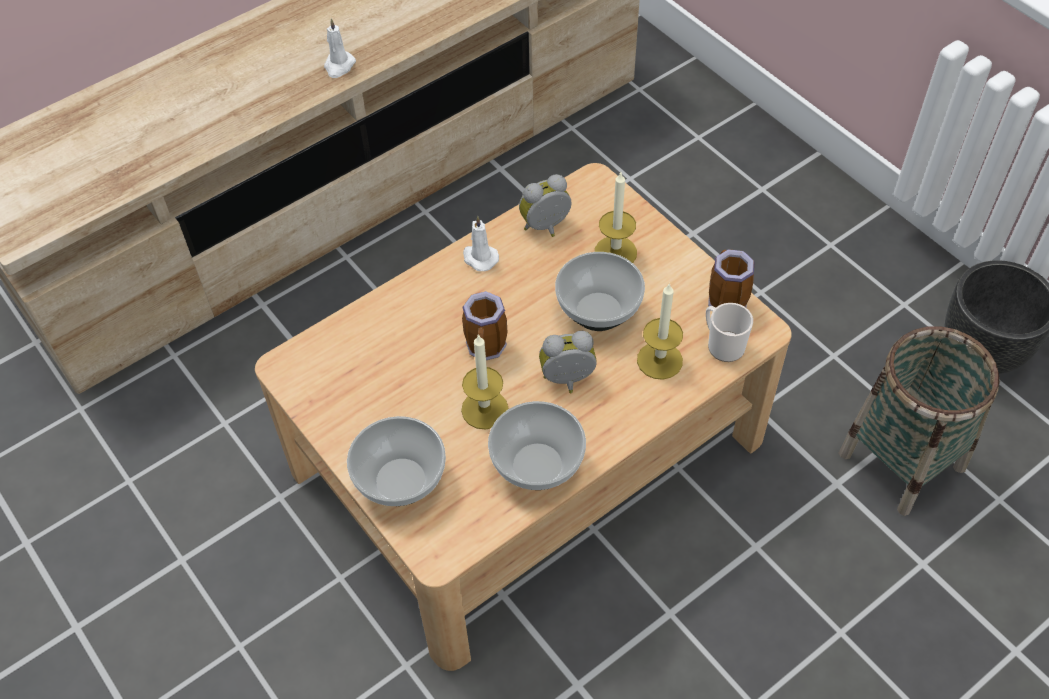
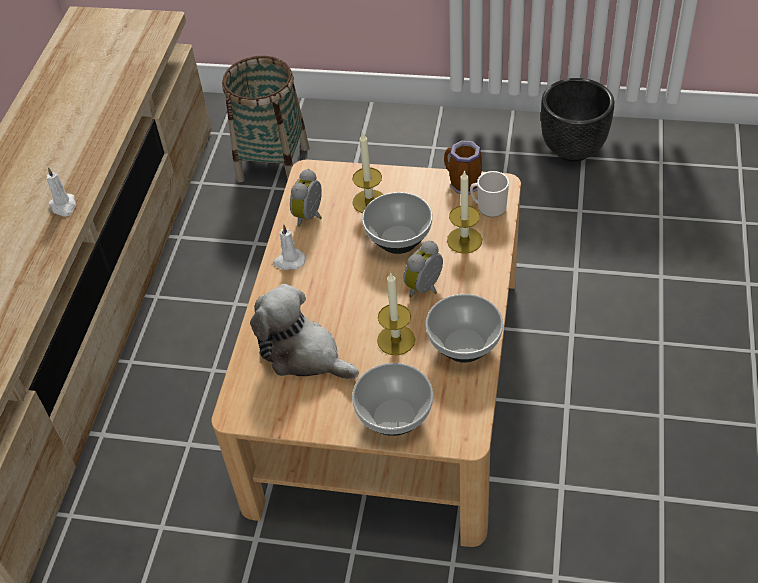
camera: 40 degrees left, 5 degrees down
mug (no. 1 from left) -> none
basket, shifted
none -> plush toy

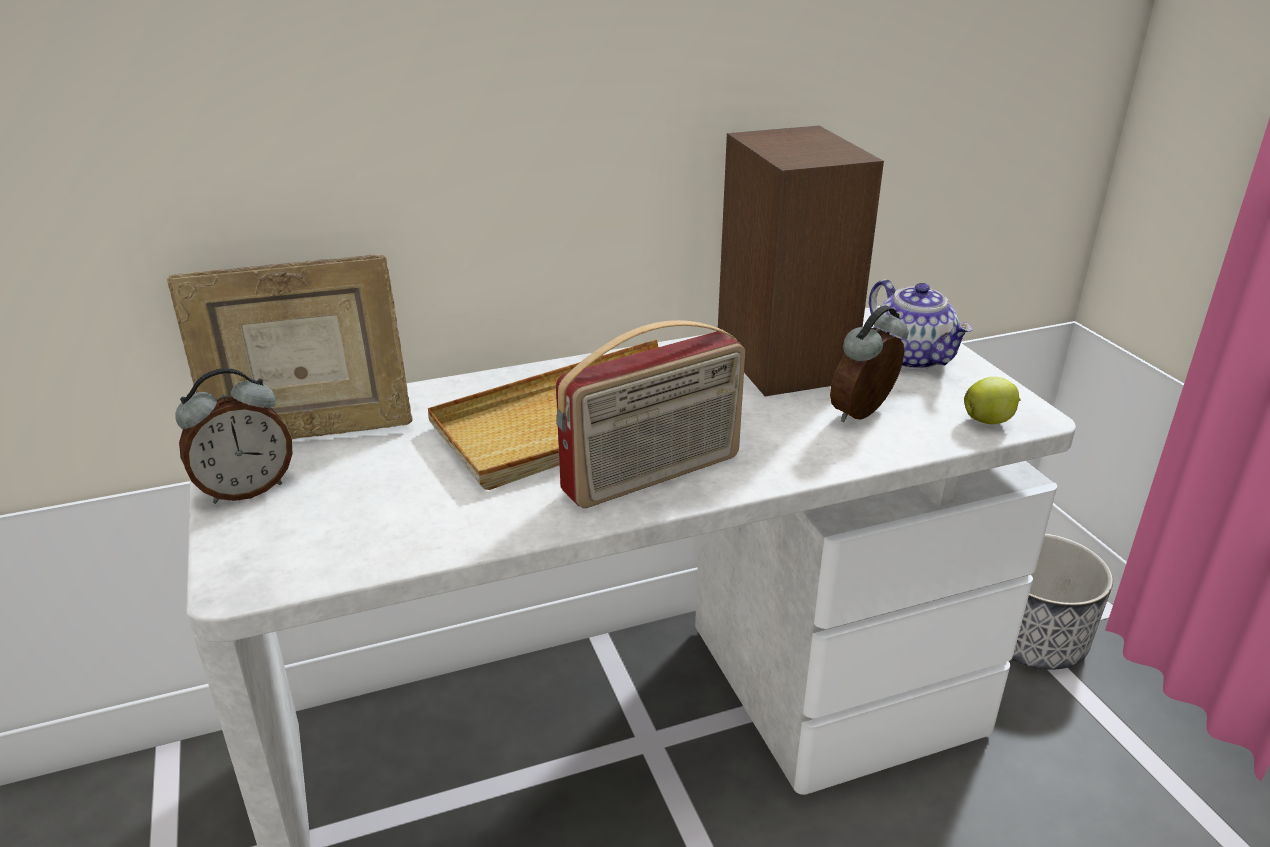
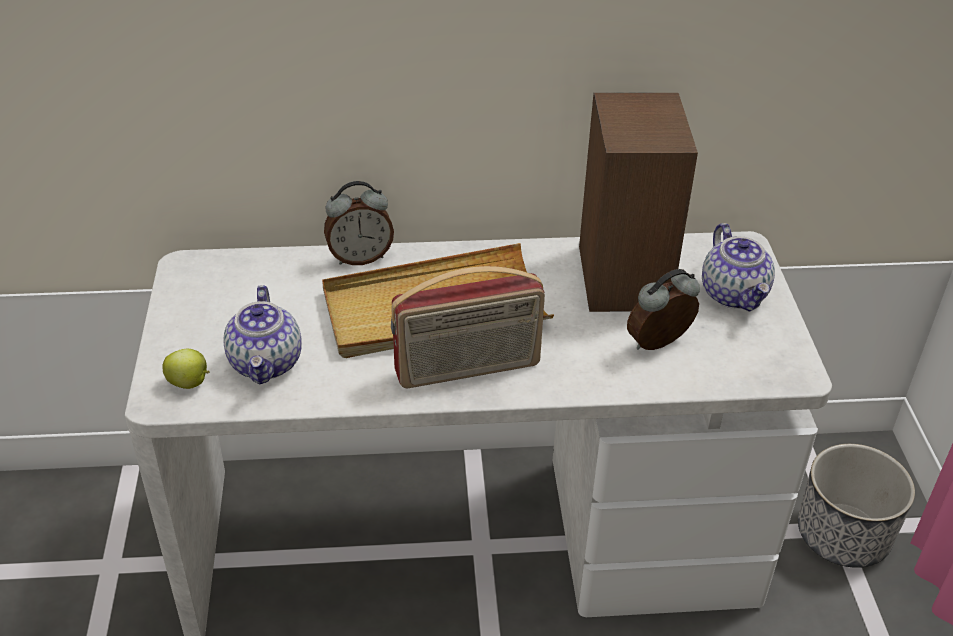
camera: 15 degrees right, 10 degrees up
picture frame -> none
alarm clock (no. 1 from left), shifted
apple, shifted
none -> teapot (no. 1 from left)

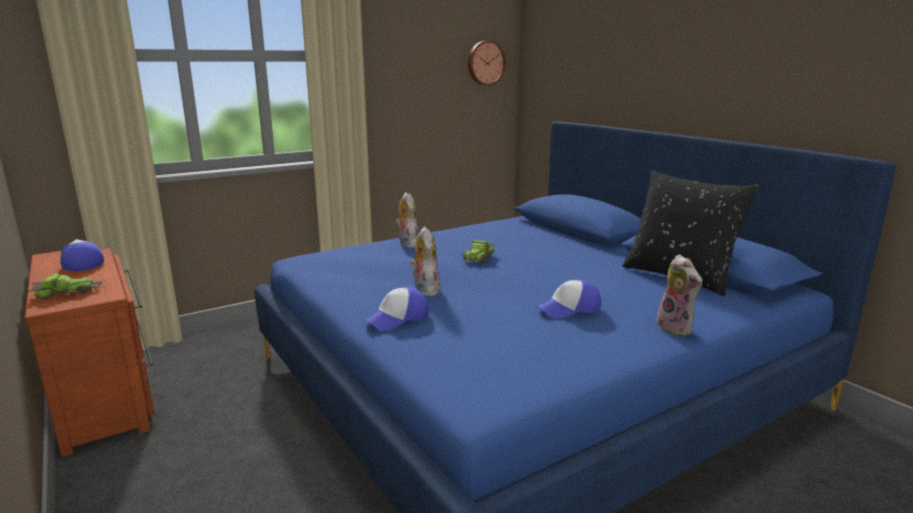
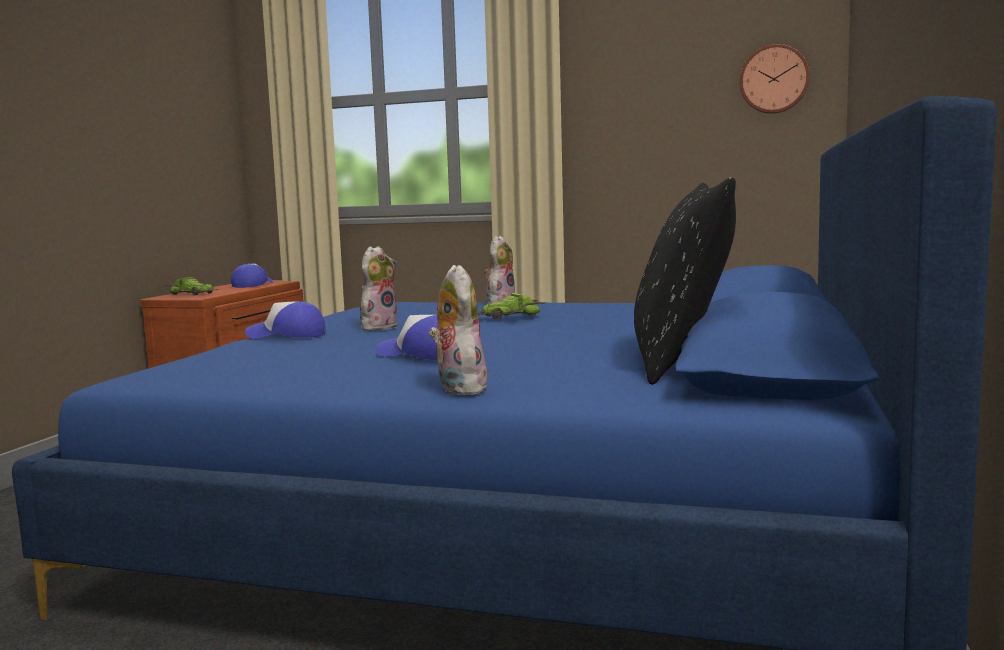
camera: 50 degrees right, 10 degrees down
plush toy (no. 3 from left in the first image) -> plush toy (no. 2 from left), 135 degrees clockwise

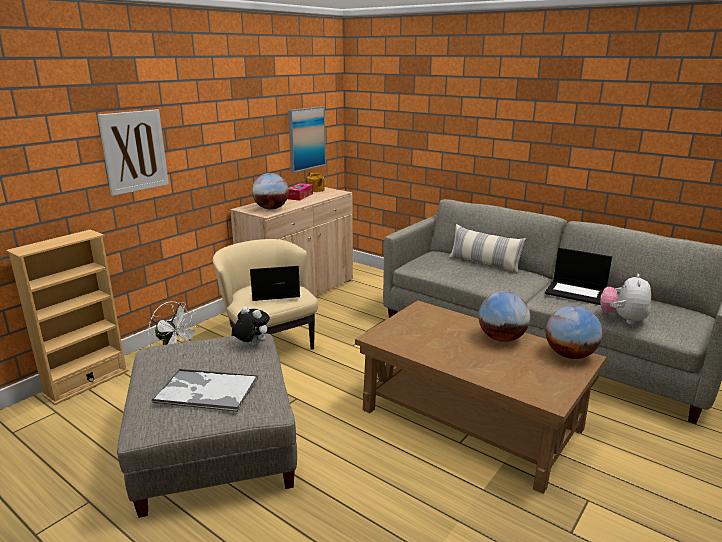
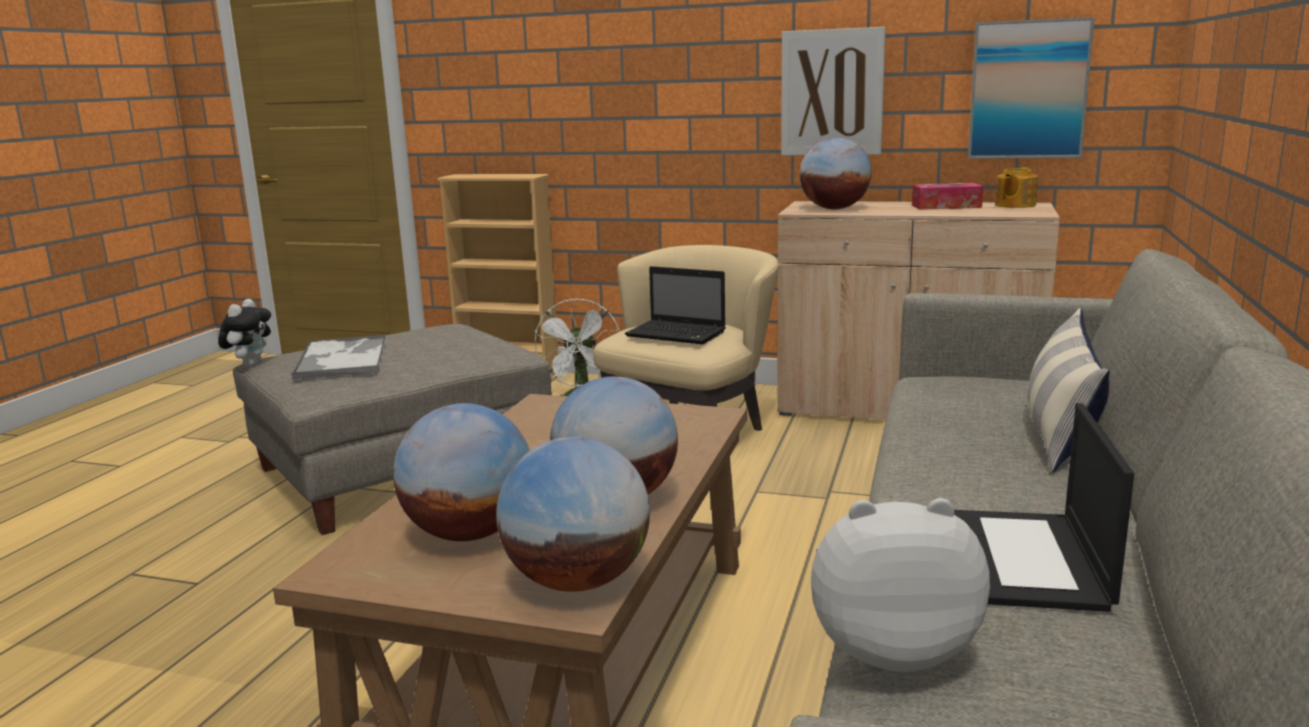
camera: 70 degrees right, 5 degrees down
picture (no. 1 from left), shifted
laptop (no. 1 from left), 150 degrees clockwise
plush toy (no. 1 from left), shifted
none -> globe (no. 1 from left)

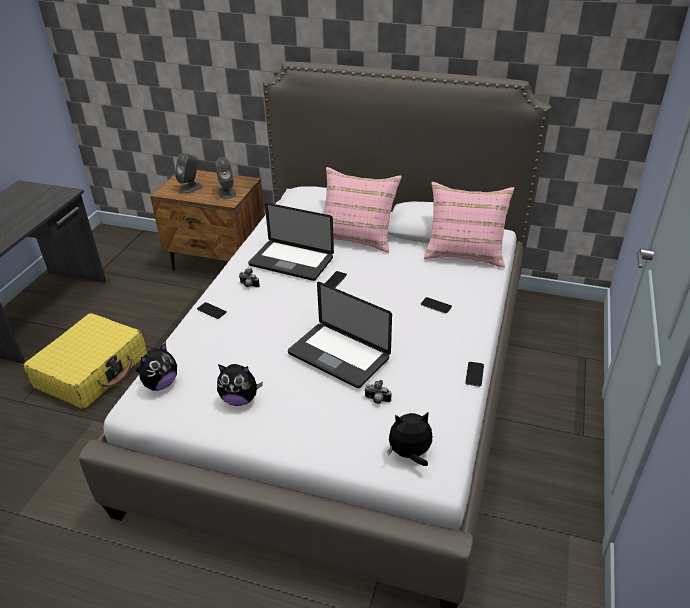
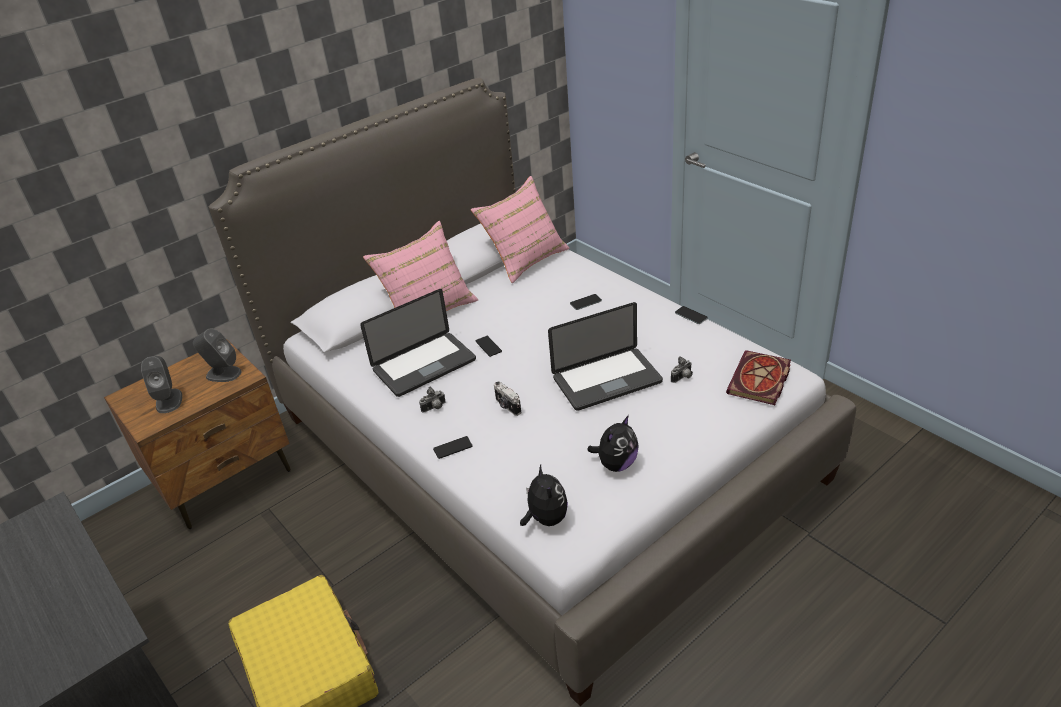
camera: 55 degrees left, 0 degrees up
plush toy (no. 3 from left) -> book
none -> photo camera (no. 2 from left)

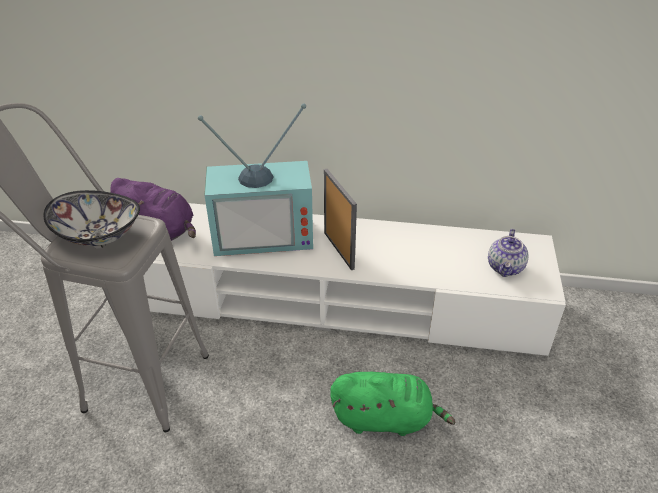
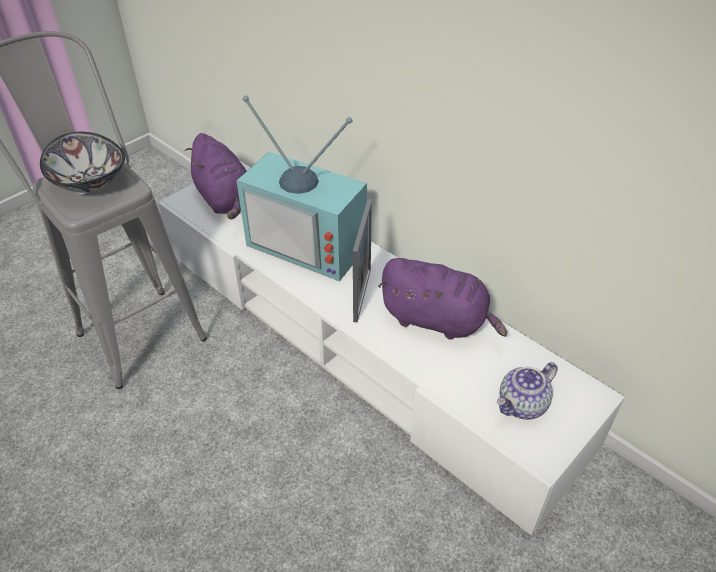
camera: 35 degrees right, 5 degrees up
plush toy (green) -> none
none -> plush toy (purple) (no. 2 from left)

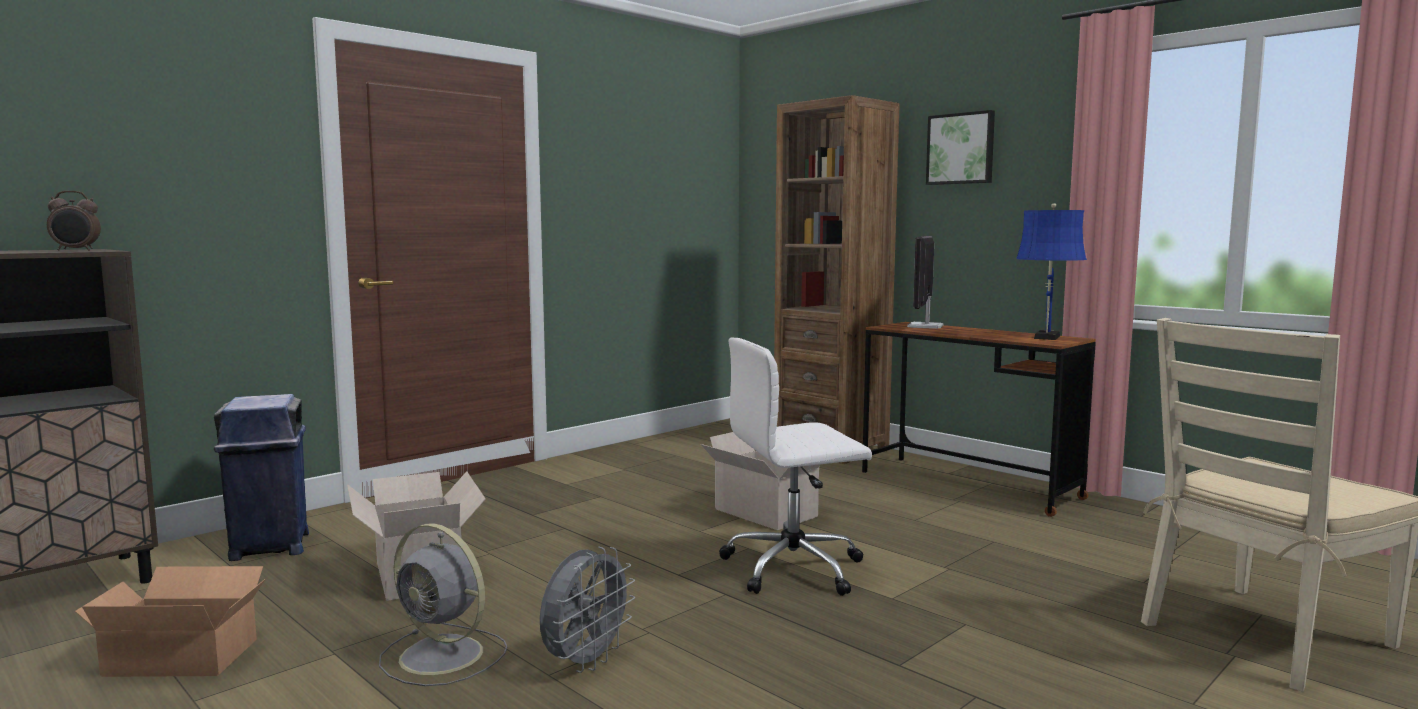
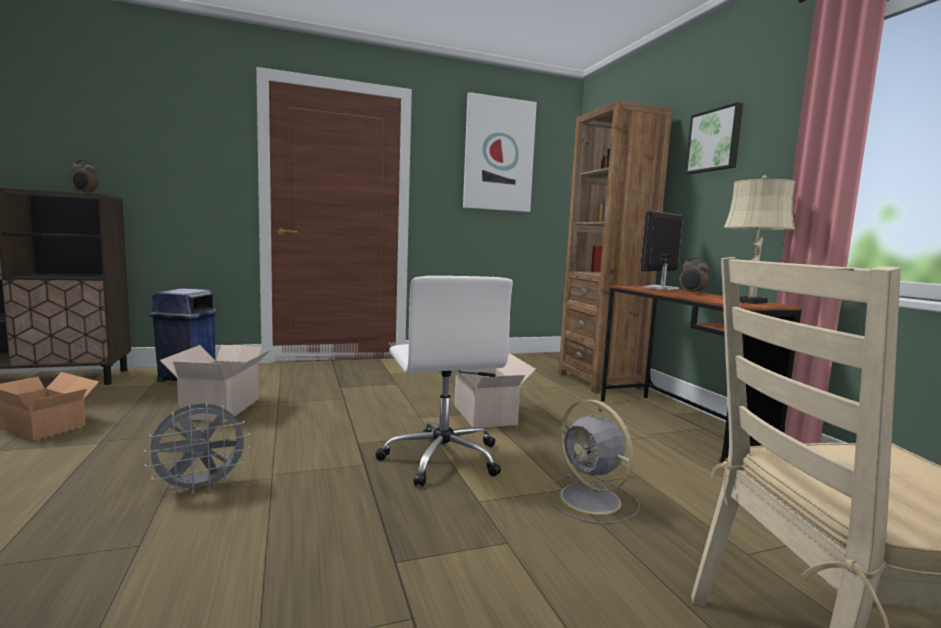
camera: 25 degrees right, 0 degrees up
table lamp (blue) -> table lamp (beige)
office chair (white), 120 degrees counterclockwise
fan (grey) (no. 1 from left in the first image) -> fan (grey) (no. 2 from left), shifted
none -> picture (no. 1 from left)
none -> alarm clock (no. 2 from left)

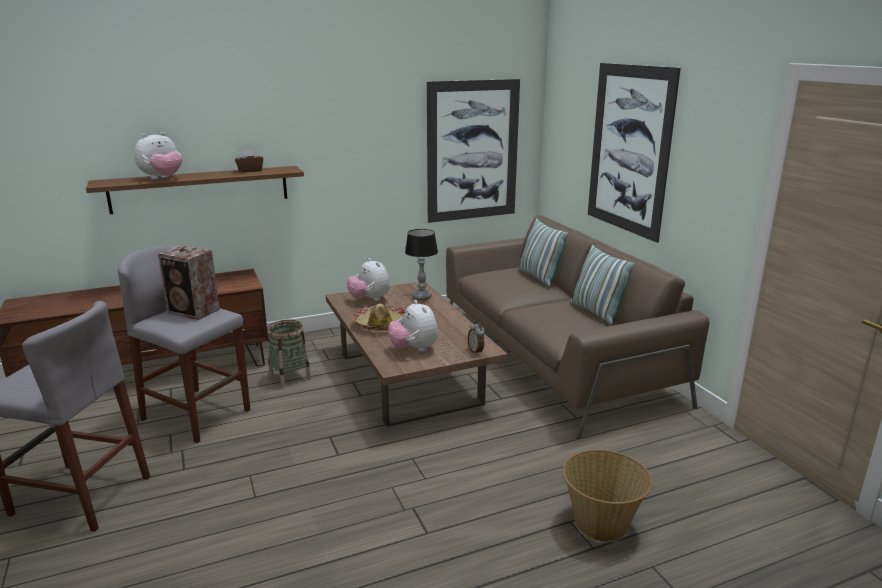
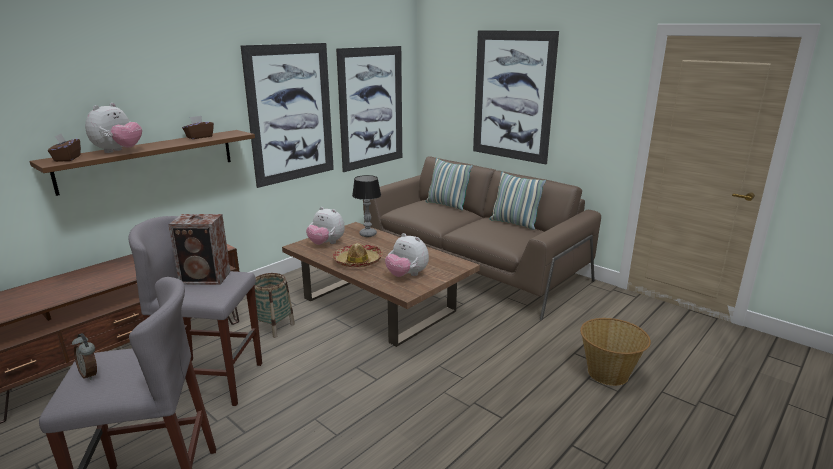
camera: 25 degrees left, 0 degrees up
alarm clock, shifted
none -> picture (no. 1 from left)
none -> tissue box (brown) (no. 1 from left)

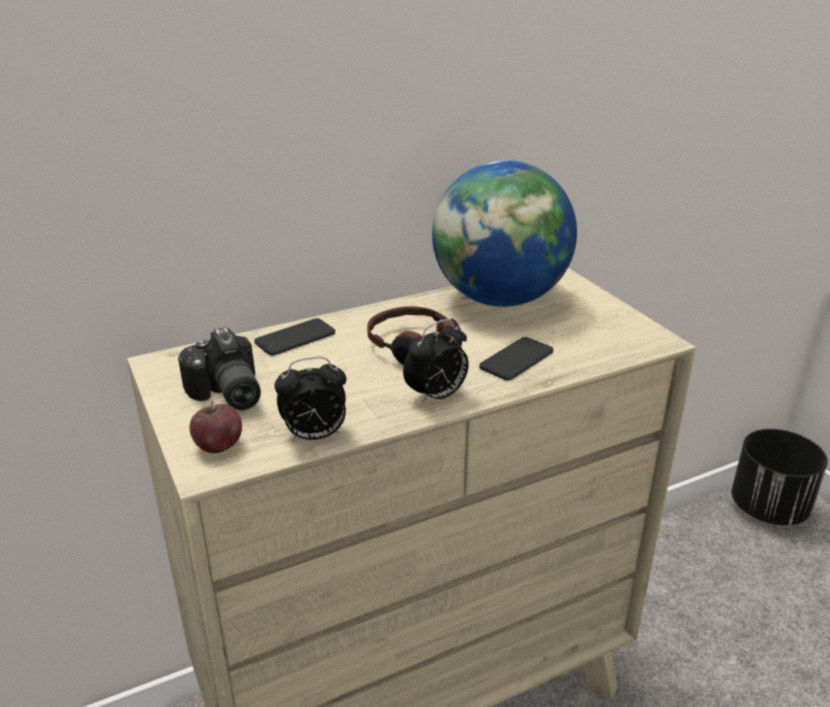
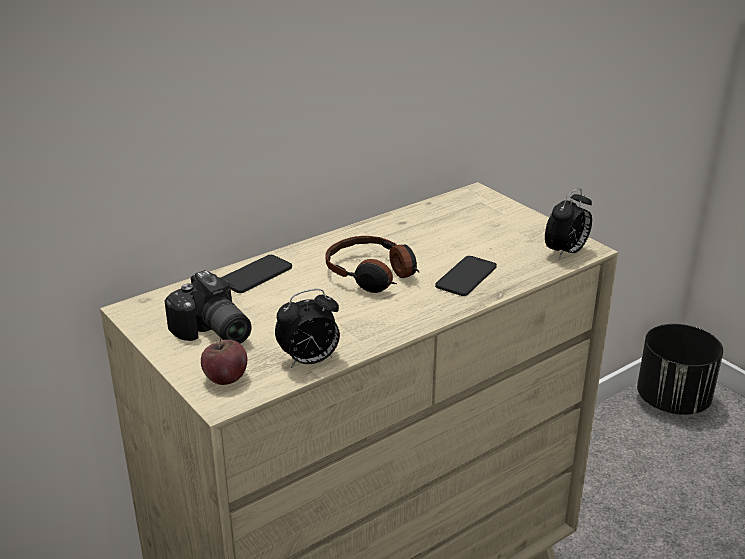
camera: 10 degrees left, 0 degrees up
globe -> none
alarm clock (no. 2 from left), shifted

